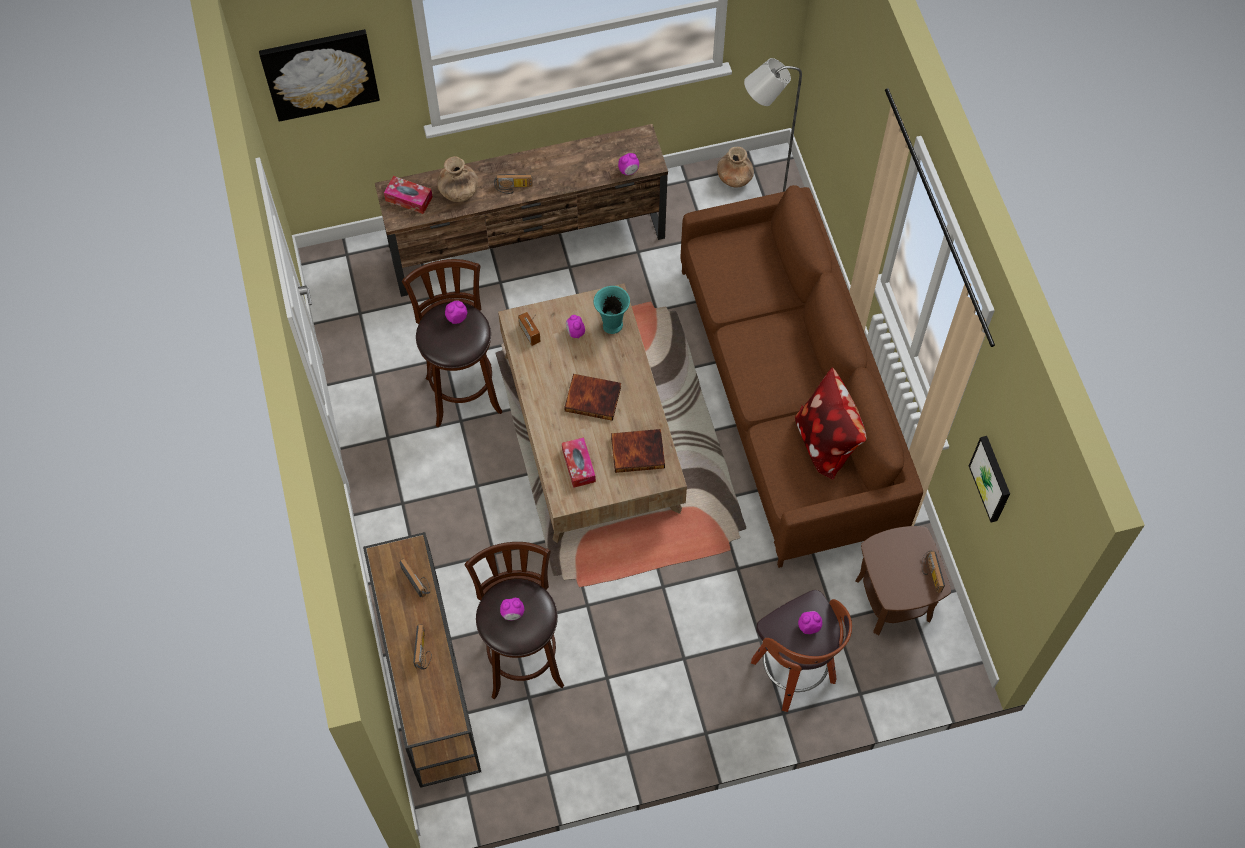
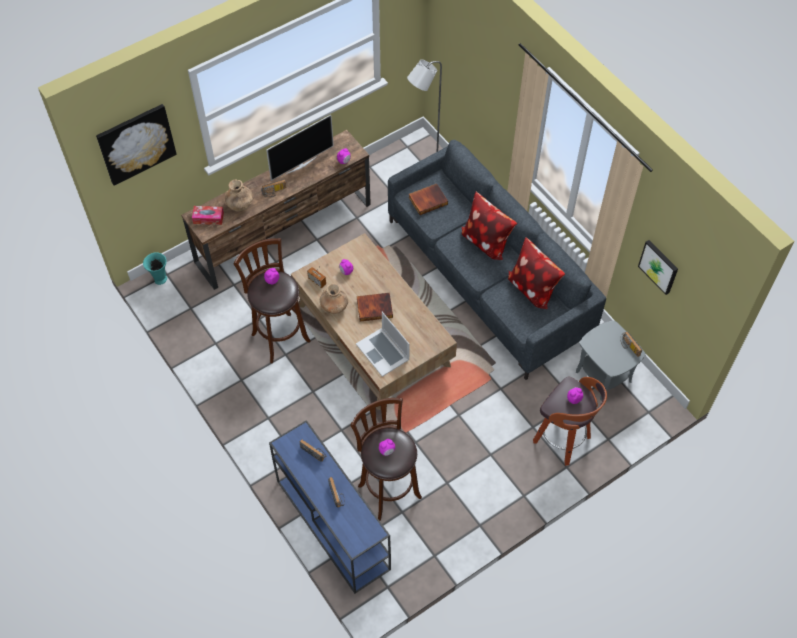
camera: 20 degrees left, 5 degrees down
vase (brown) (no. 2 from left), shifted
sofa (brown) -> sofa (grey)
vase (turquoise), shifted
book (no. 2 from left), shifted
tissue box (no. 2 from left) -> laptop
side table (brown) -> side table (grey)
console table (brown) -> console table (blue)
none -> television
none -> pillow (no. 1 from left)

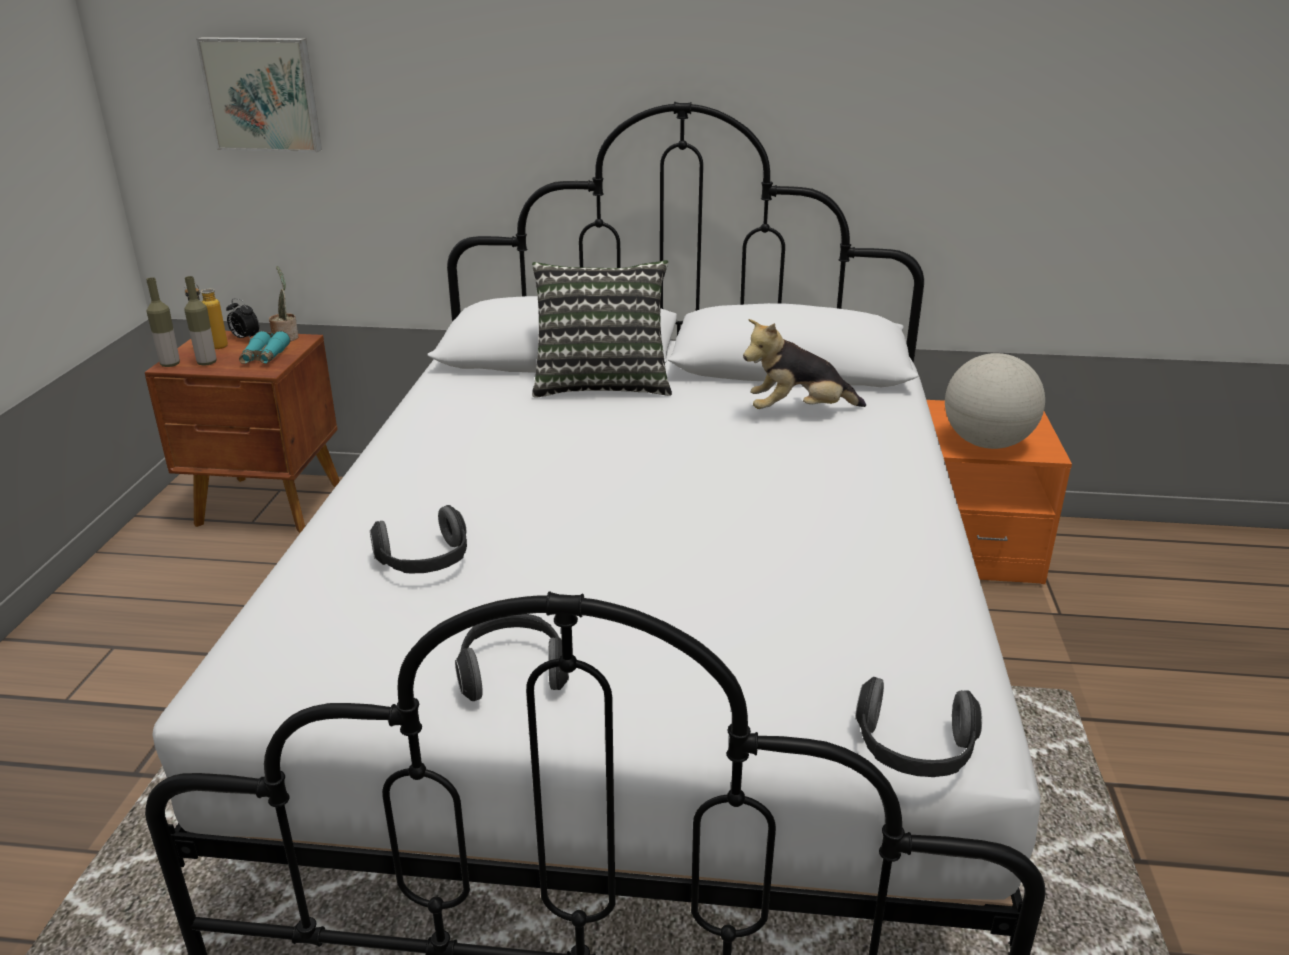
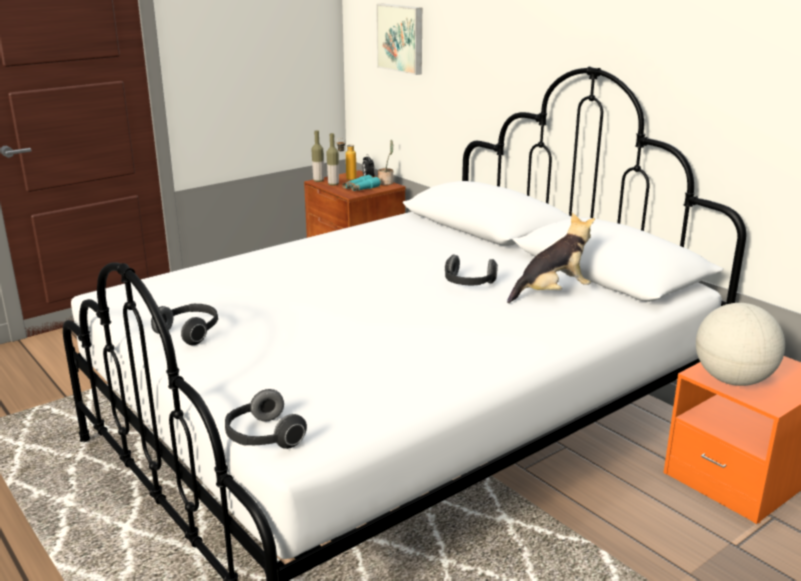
camera: 45 degrees right, 5 degrees down
pillow -> none
plush toy, 120 degrees clockwise
headphones (no. 1 from left in the first image) -> headphones (no. 3 from left), shifted

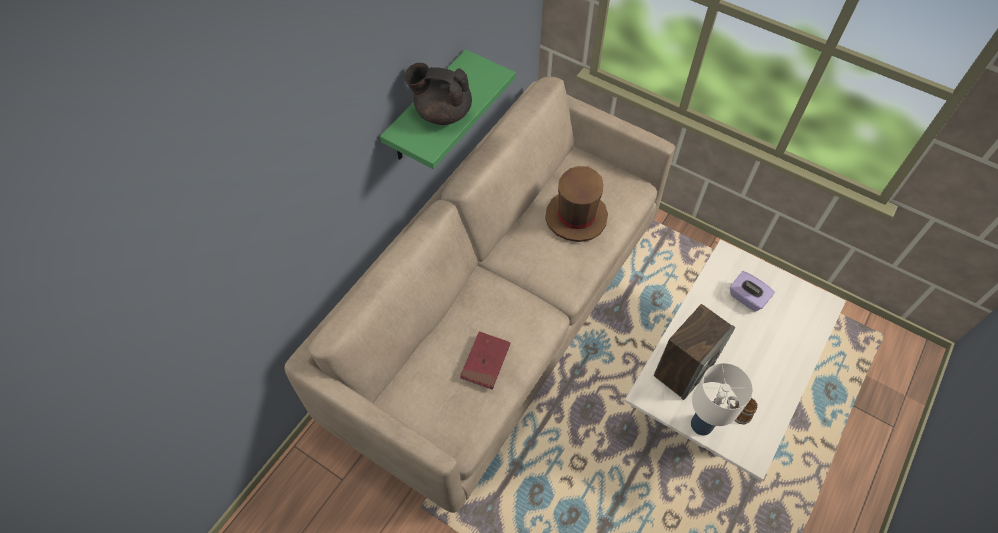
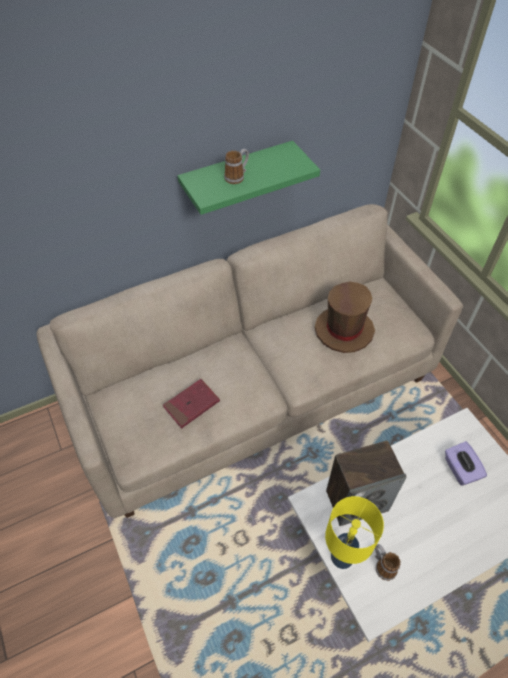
camera: 30 degrees right, 5 degrees down
teapot (black) -> mug (no. 1 from left)
table lamp (white) -> table lamp (yellow)

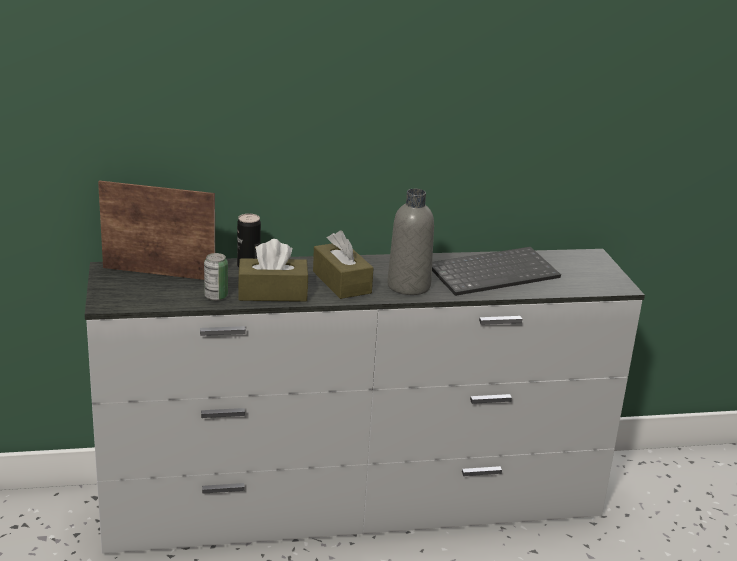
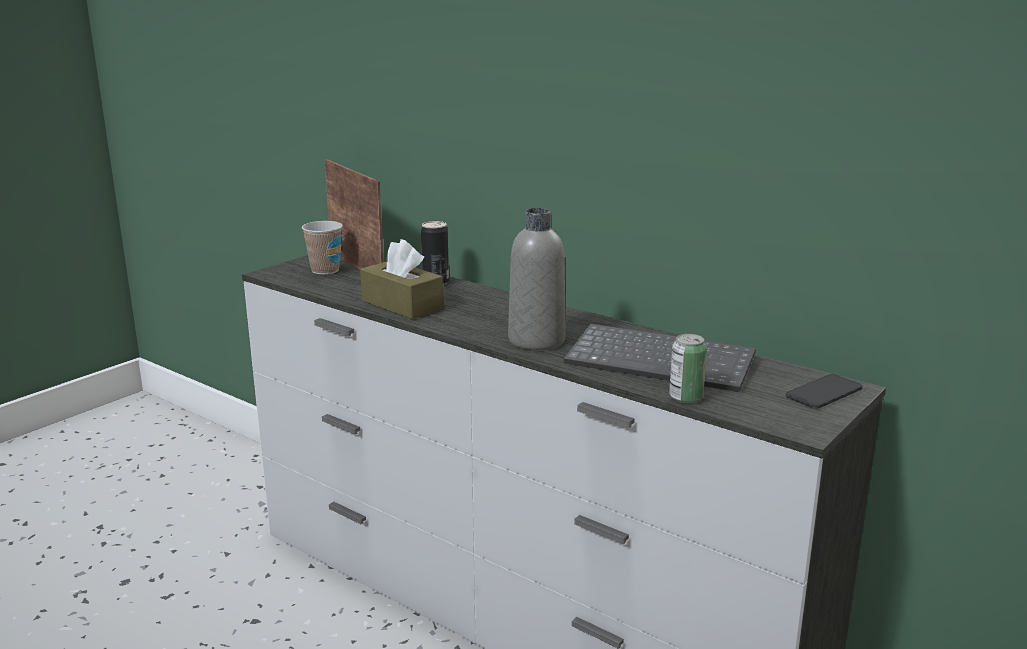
camera: 50 degrees right, 5 degrees down
tissue box (brown) (no. 2 from left) -> none
can (no. 1 from left in the first image) -> can (no. 2 from left), shifted
none -> cup
none -> phone

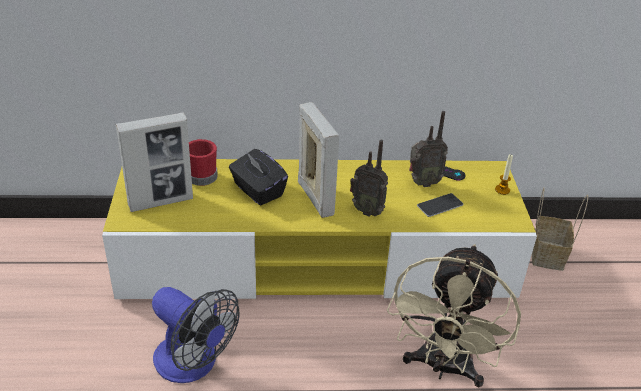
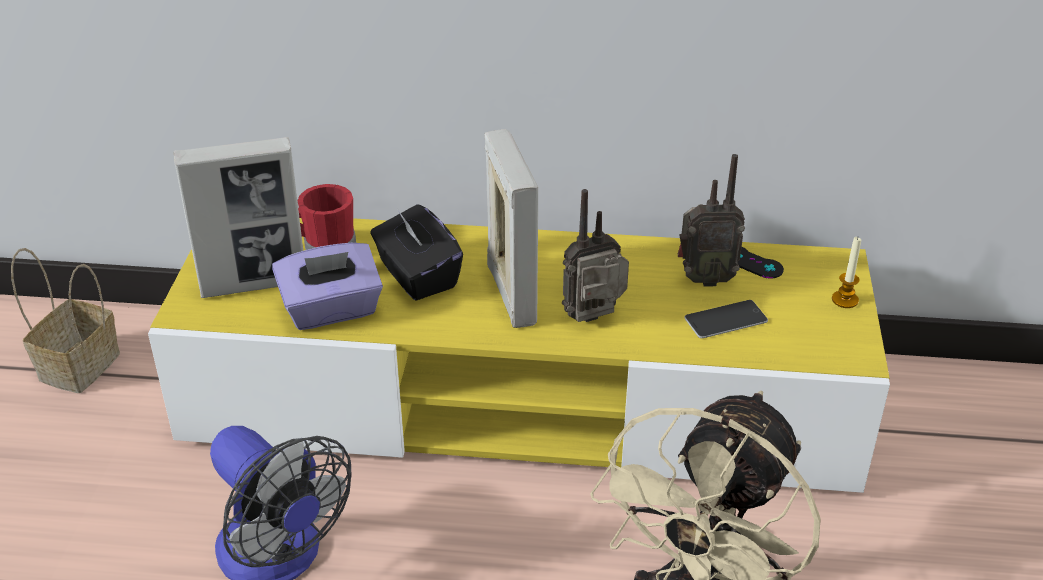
camera: 10 degrees right, 0 degrees up
radio (no. 1 from left), 120 degrees clockwise
basket, shifted
none -> tissue box (purple)

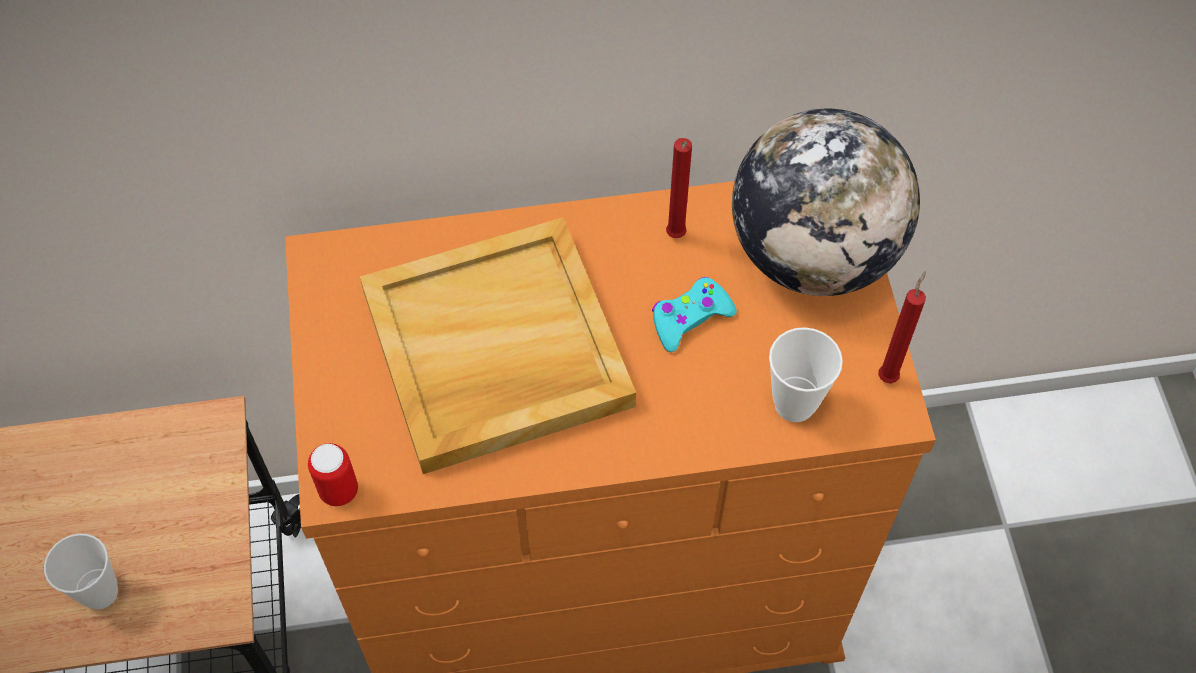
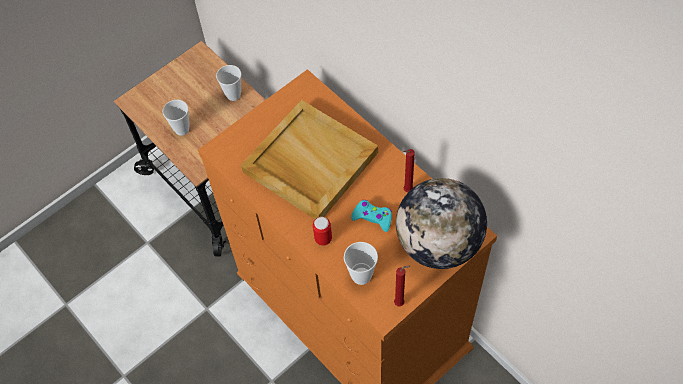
camera: 60 degrees right, 0 degrees up
can, shifted
none -> cup (no. 2 from left)

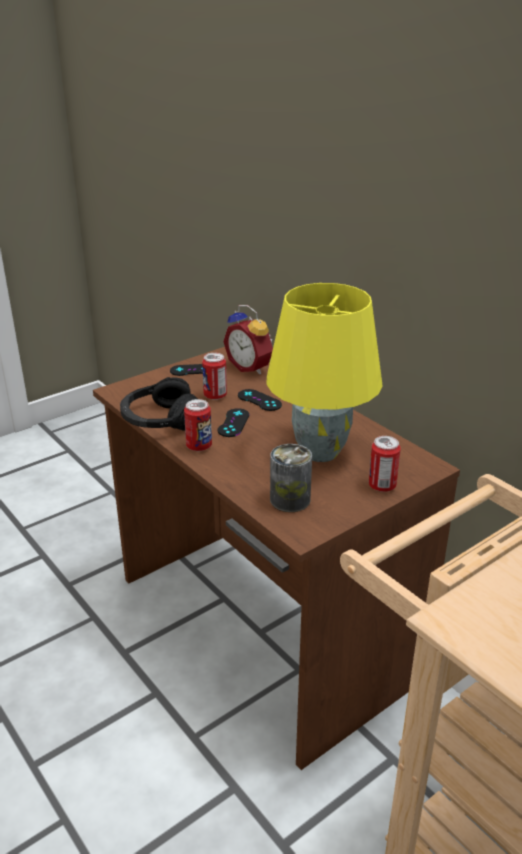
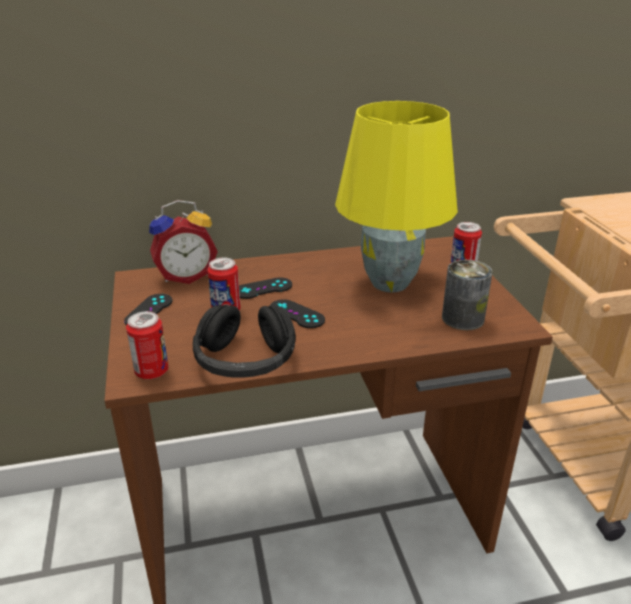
camera: 65 degrees left, 0 degrees up
can (no. 1 from left), shifted

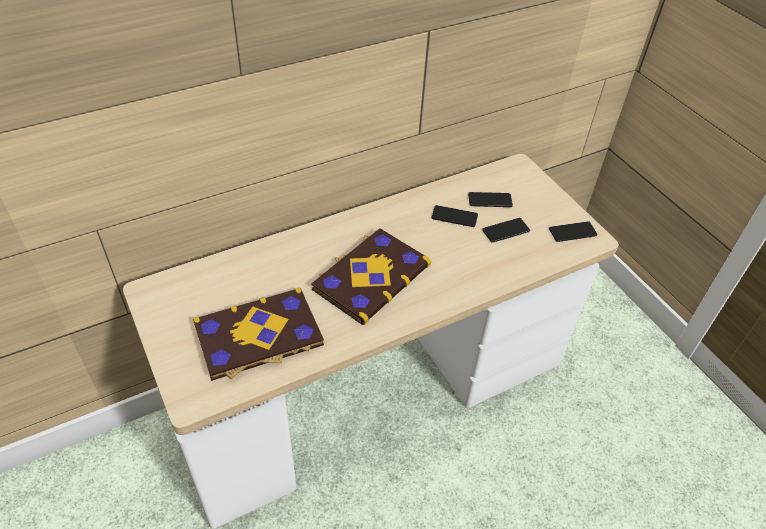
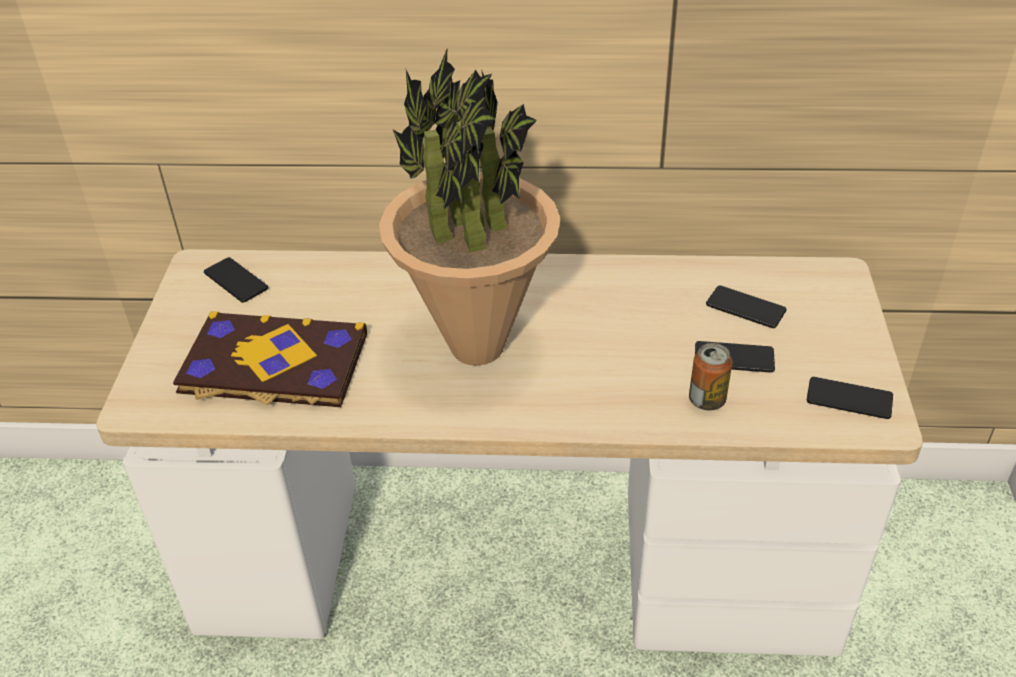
camera: 35 degrees right, 5 degrees down
phone (no. 1 from left), shifted
book (no. 2 from left) -> potted plant
none -> can

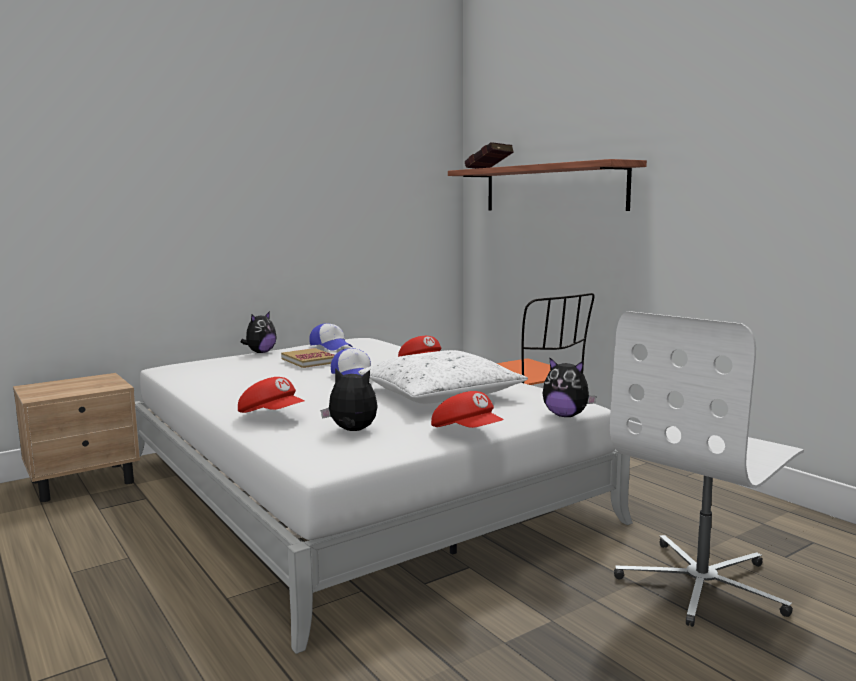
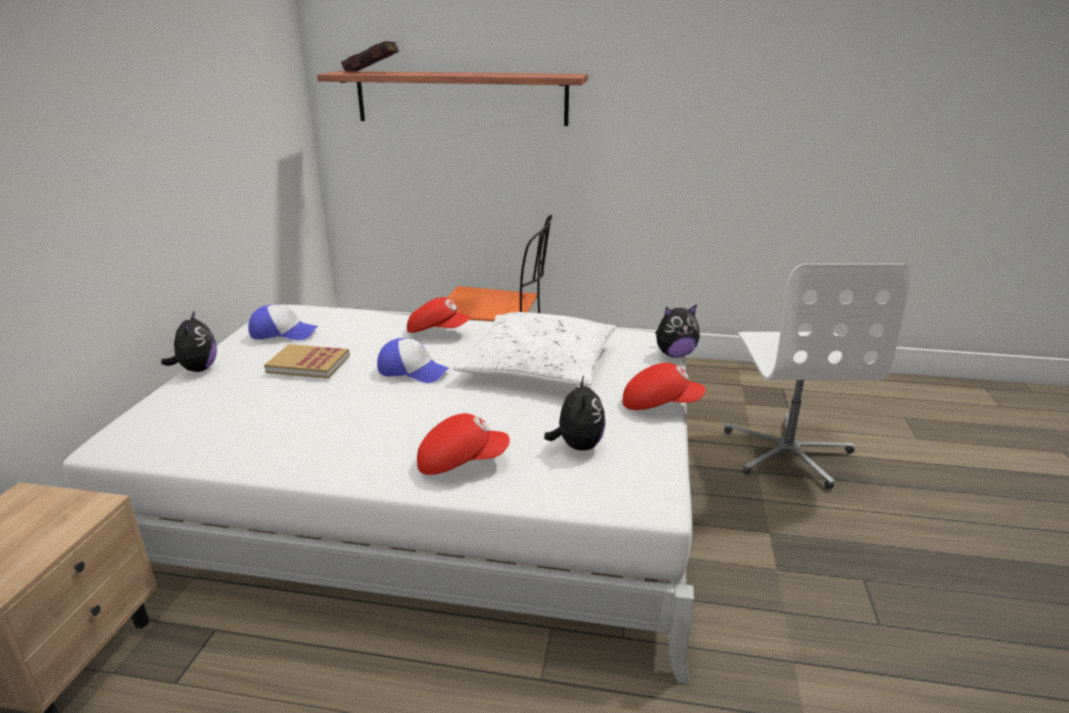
camera: 45 degrees left, 15 degrees up
plush toy (no. 2 from left), 120 degrees clockwise

